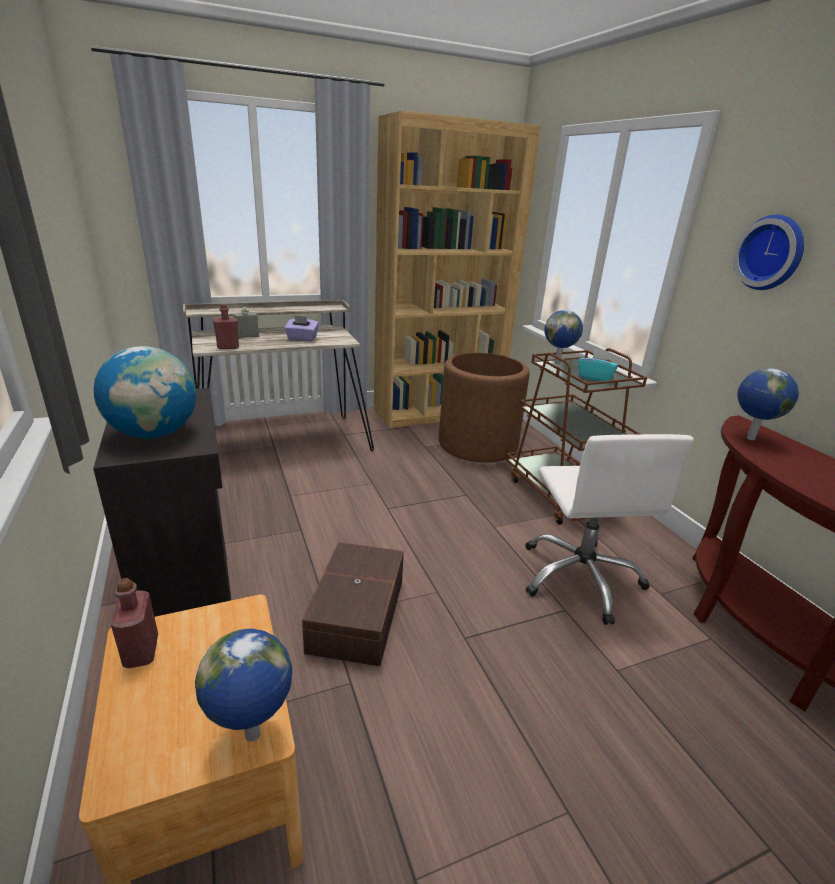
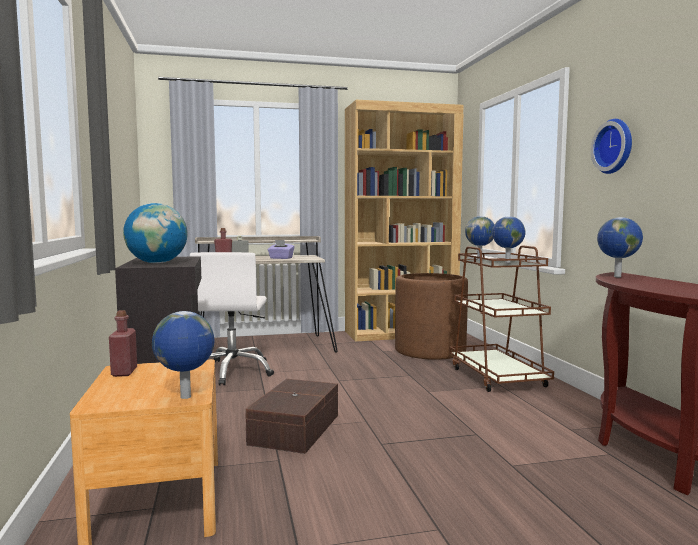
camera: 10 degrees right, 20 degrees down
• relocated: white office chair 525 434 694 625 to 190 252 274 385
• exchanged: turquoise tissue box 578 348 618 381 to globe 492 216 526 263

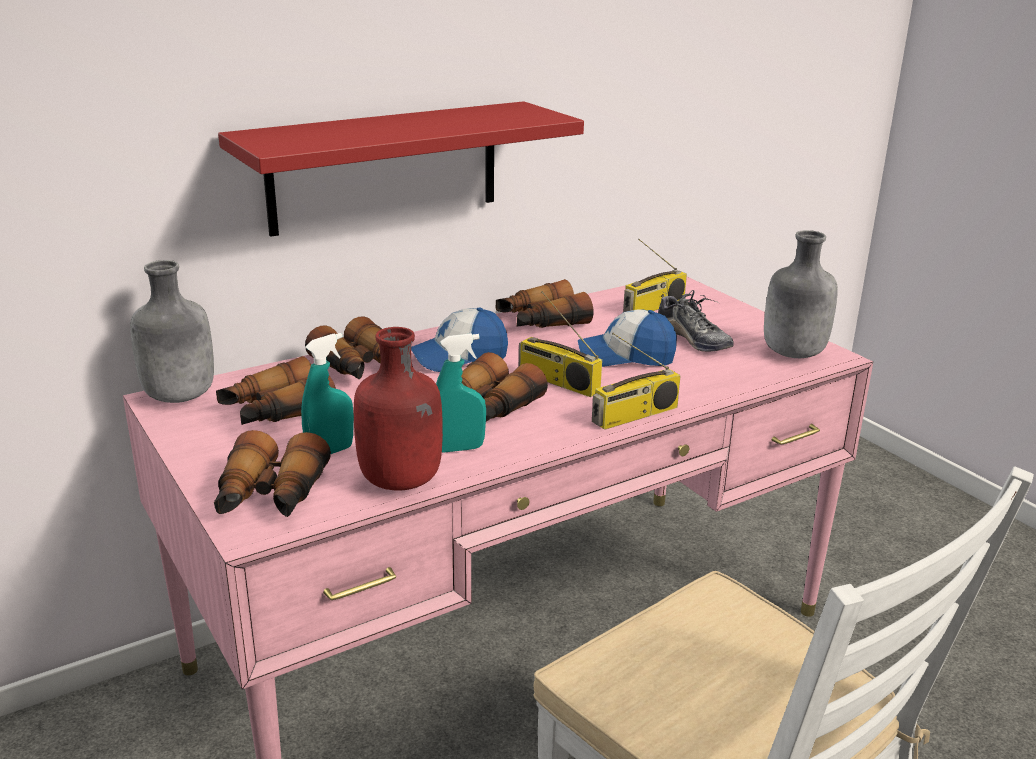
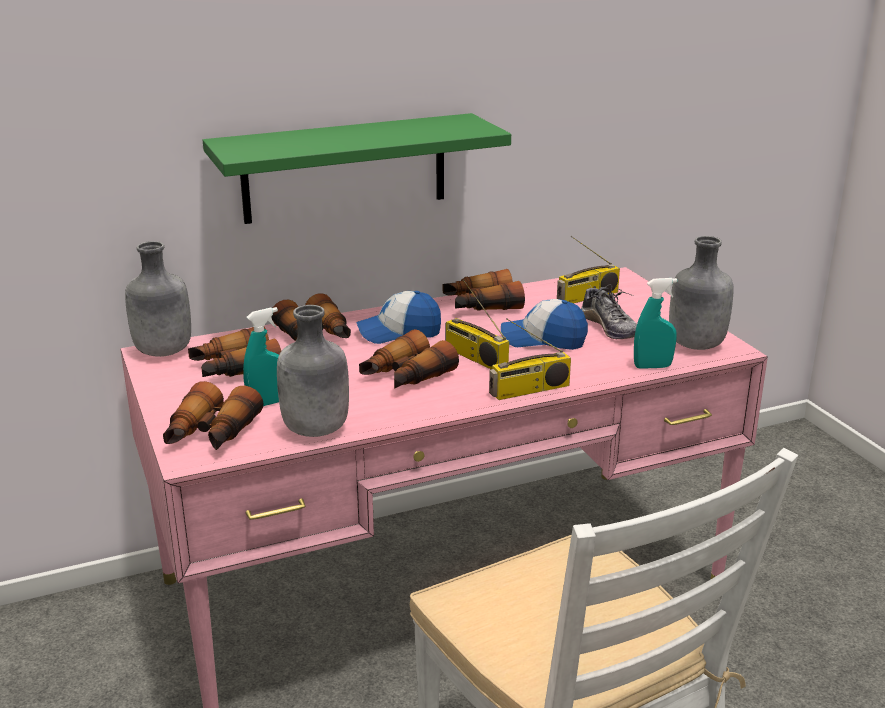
camera: 10 degrees right, 0 degrees up
• relocated: turquoise spray bottle 436 333 486 453 to 634 278 677 369
• colour: red shelf 218 101 584 237 to green shelf 203 113 511 224
• colour: red bottle 354 327 443 491 to grey bottle 277 305 349 437

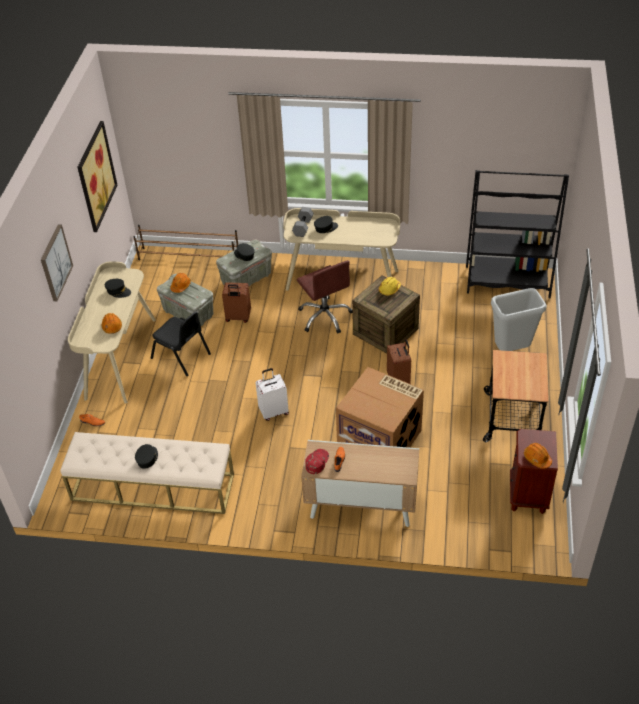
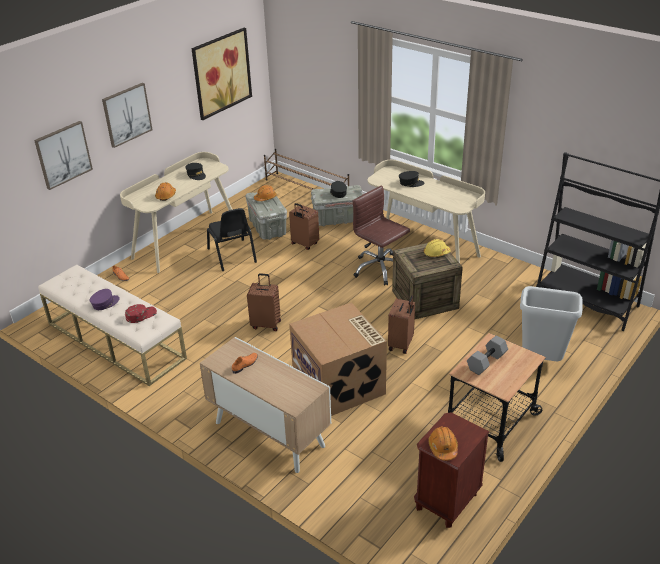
camera: 30 degrees right, 10 degrees down
• appeared: picture 34 121 93 190
• relocated: grey dumbbell 292 207 314 237 to 467 336 508 375
• relocated: red cap 305 449 329 474 to 125 304 157 323
• colour: black cap 135 444 158 469 to purple cap 90 289 120 310
• colour: white suitcase 255 368 289 421 to brown suitcase 247 273 281 331
• spun: brown office chair 297 260 353 334 = 352 185 410 286 135 degrees clockwise

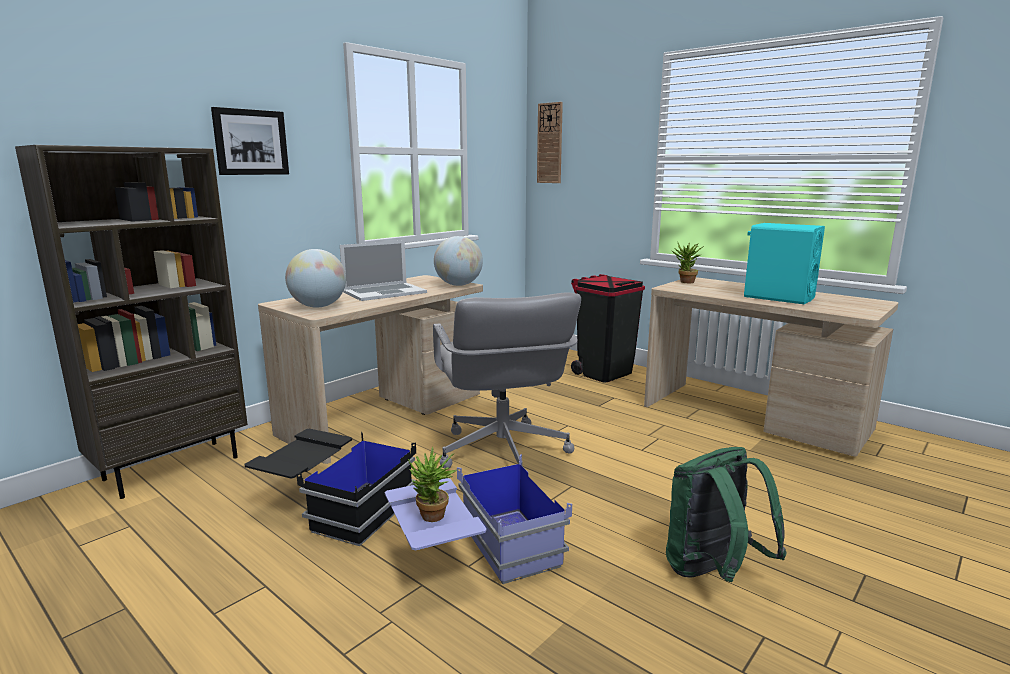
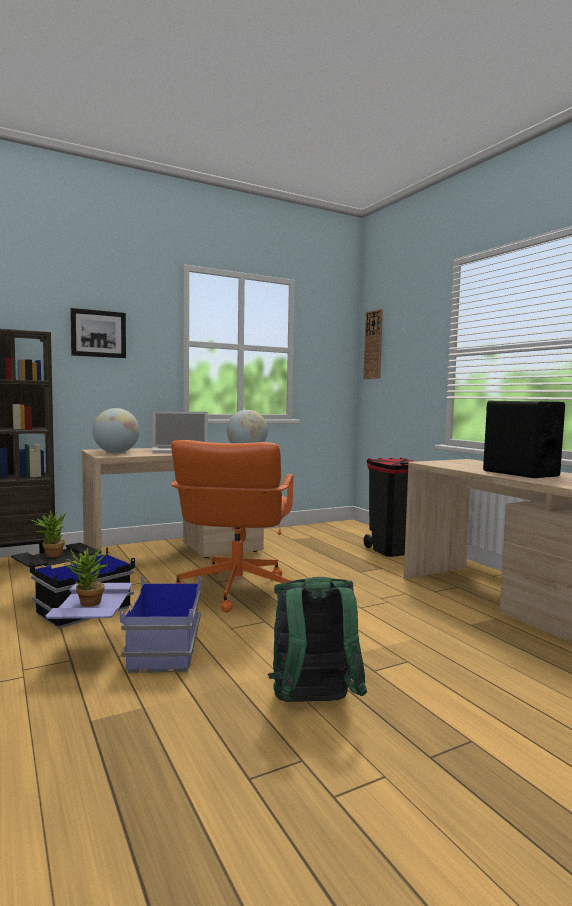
camera: 20 degrees right, 10 degrees down
• relocated: potted plant 672 242 704 283 to 31 510 66 557
• colour: grey office chair 433 293 581 469 to orange office chair 171 440 293 612
• colour: turquoise speaker 744 223 825 304 to black speaker 483 401 565 478

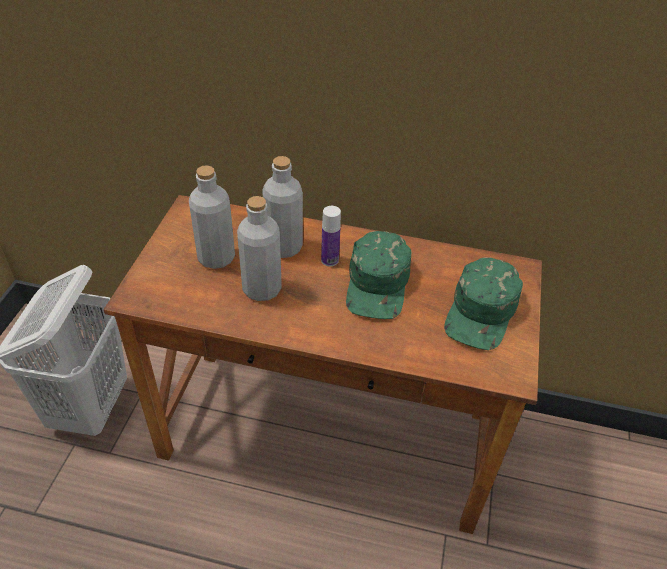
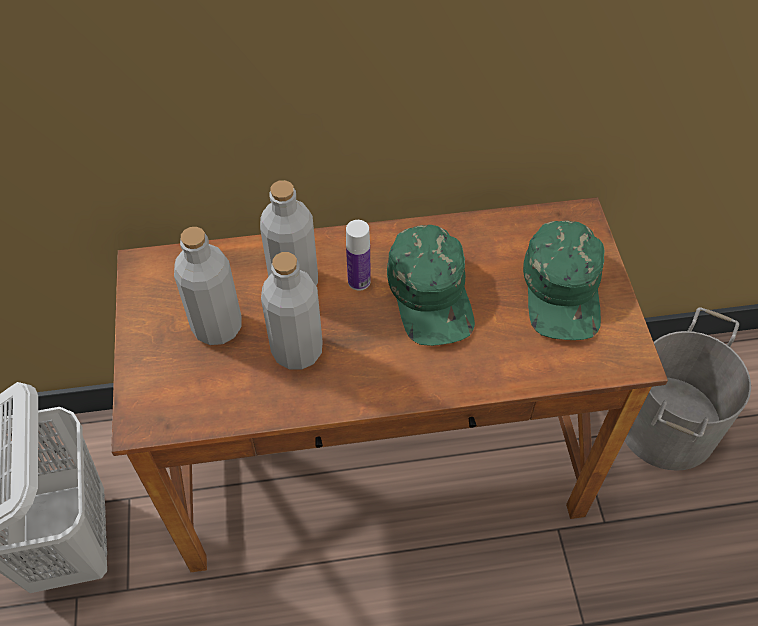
camera: 20 degrees left, 10 degrees up
• appeared: grey bucket 625 307 751 471

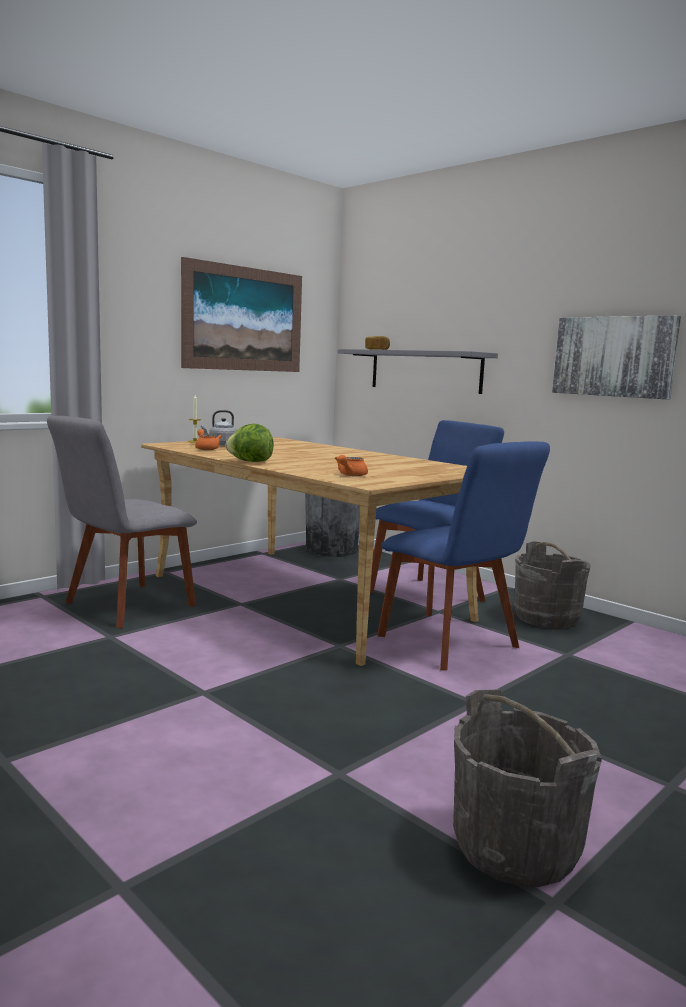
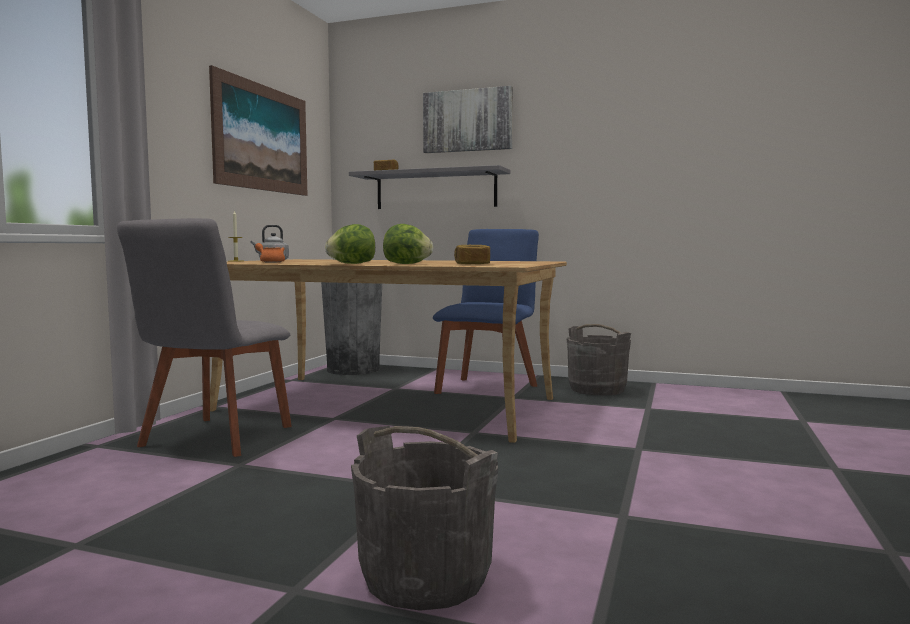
camera: 25 degrees left, 5 degrees down
• missing: blue chair 377 441 550 671
• appeared: lettuce 383 224 433 264
• relocated: grey bucket 453 689 602 887 to 351 426 498 611
• relocated: picture 552 315 681 399 to 423 86 513 153
• exchanged: orange teapot 335 455 368 476 to bread 454 245 490 264

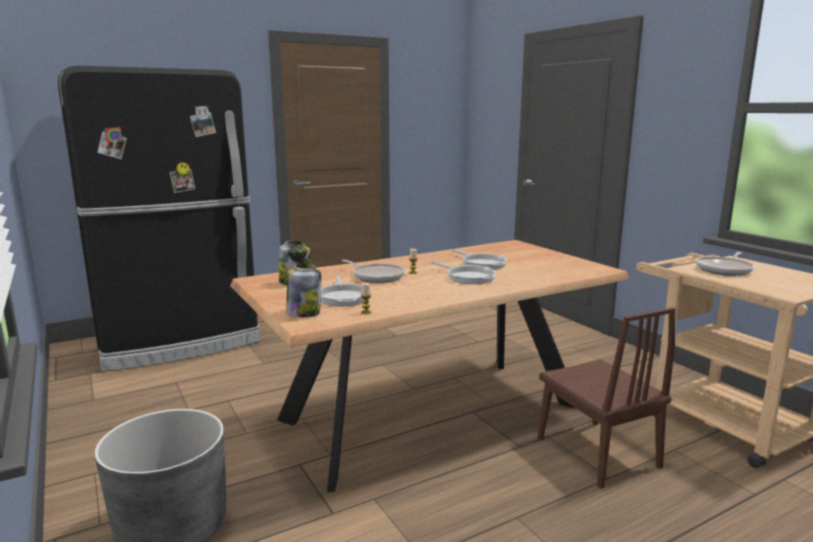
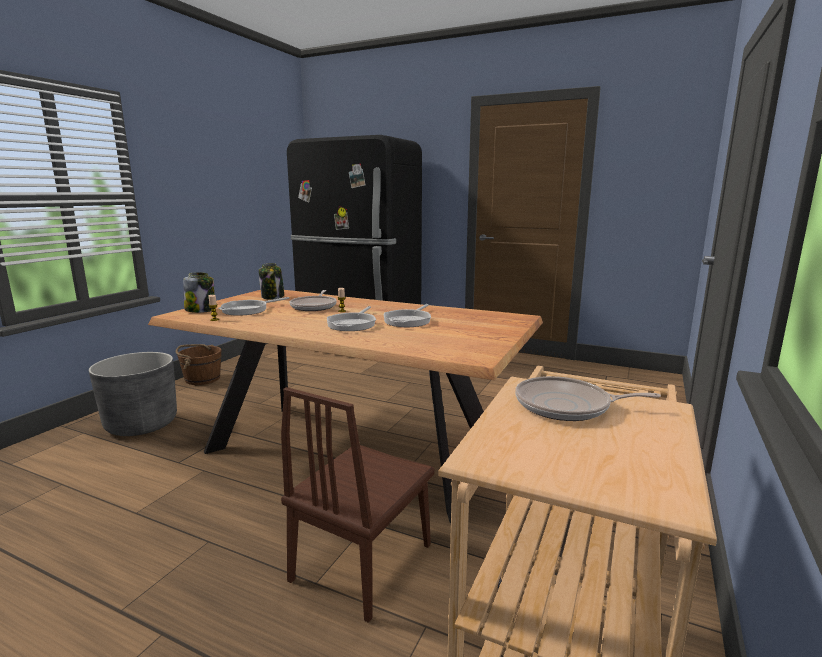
camera: 55 degrees right, 0 degrees up
• appeared: brown bucket 176 344 222 385

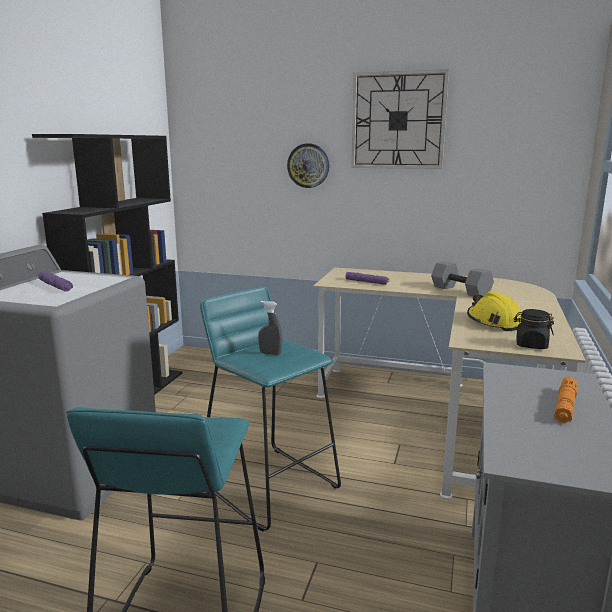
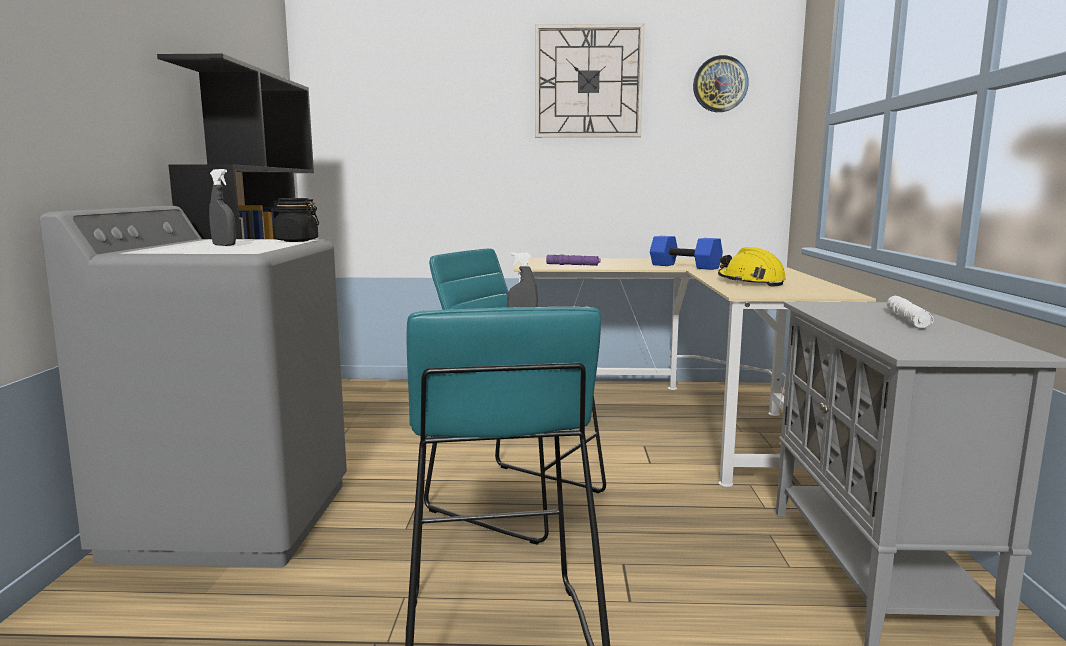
camera: 15 degrees left, 5 degrees down
• relocated: wall clock 287 144 329 188 to 693 55 749 112
• relocated: black jar 514 309 554 349 to 269 198 319 242
• exchanged: purple flashlight 38 271 73 292 to grey spray bottle 209 169 236 246
• colour: grey dumbbell 431 261 494 297 to blue dumbbell 650 236 723 270
• colour: orange flashlight 554 377 577 423 to white flashlight 887 296 934 328

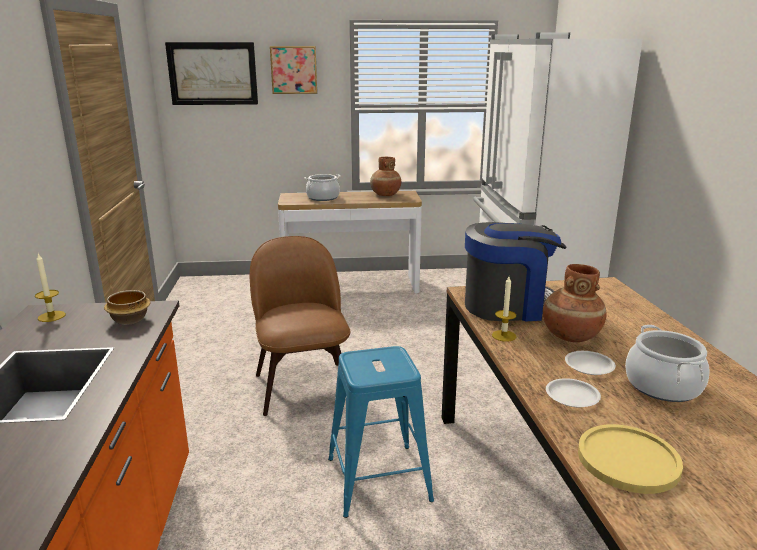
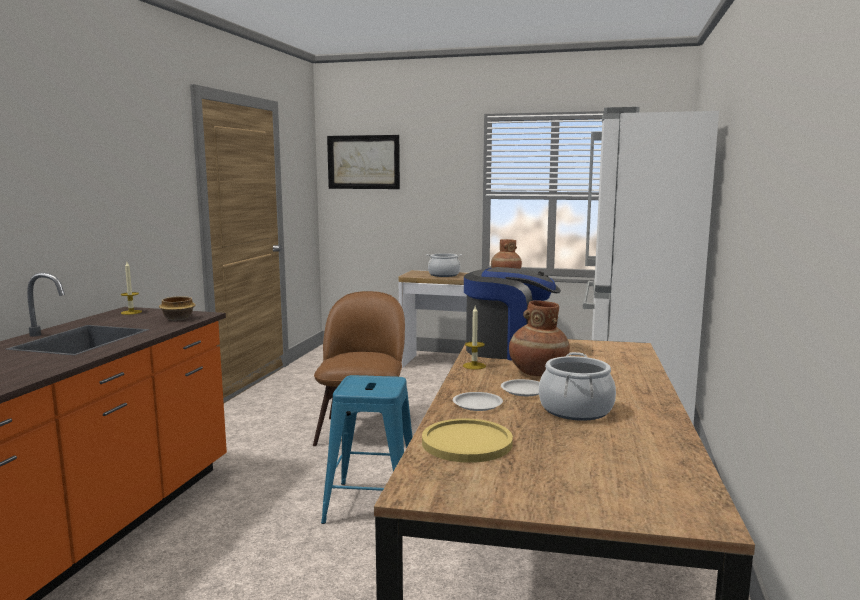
camera: 20 degrees right, 10 degrees down
• missing: picture 270 46 317 94

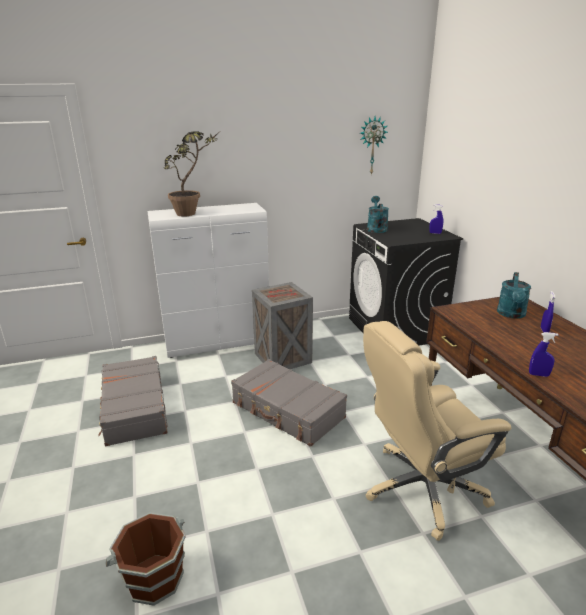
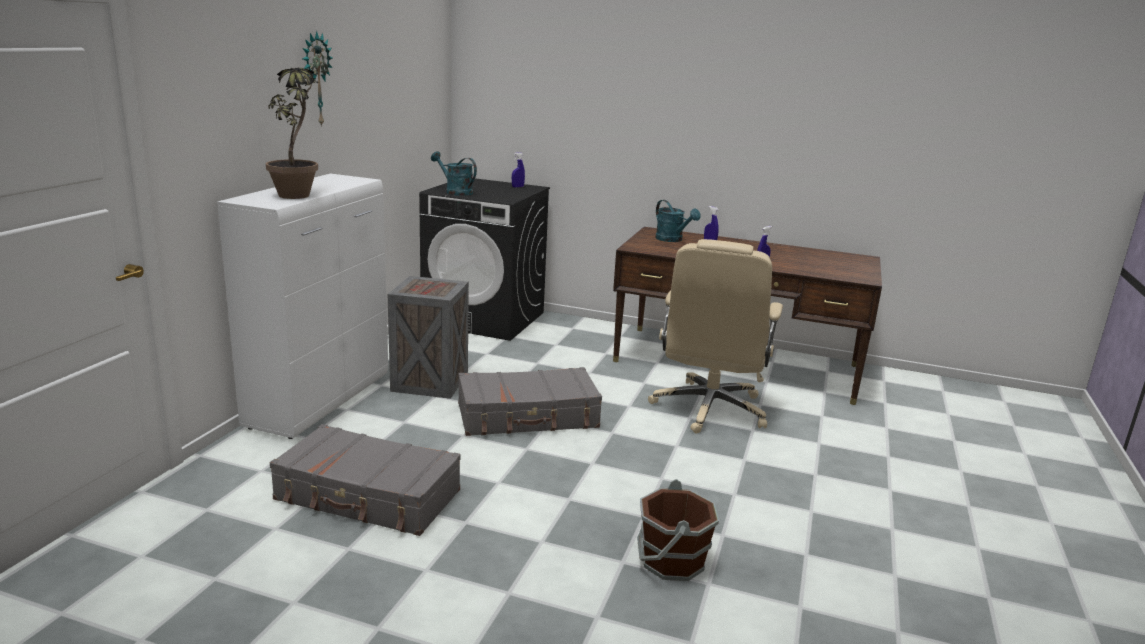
camera: 55 degrees left, 5 degrees down
• relocated: wall clock 360 116 388 175 to 302 31 333 127

